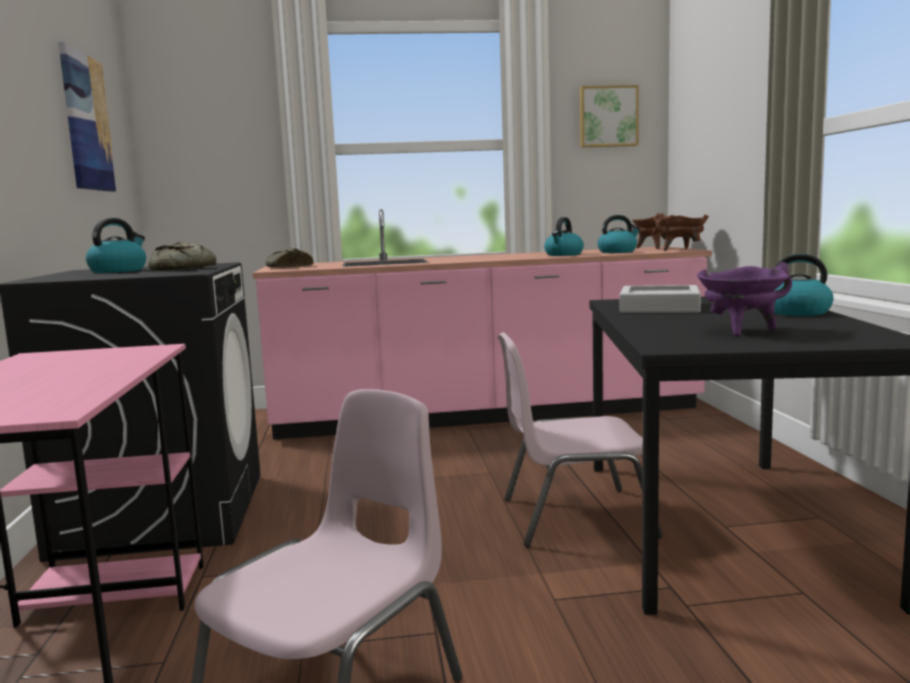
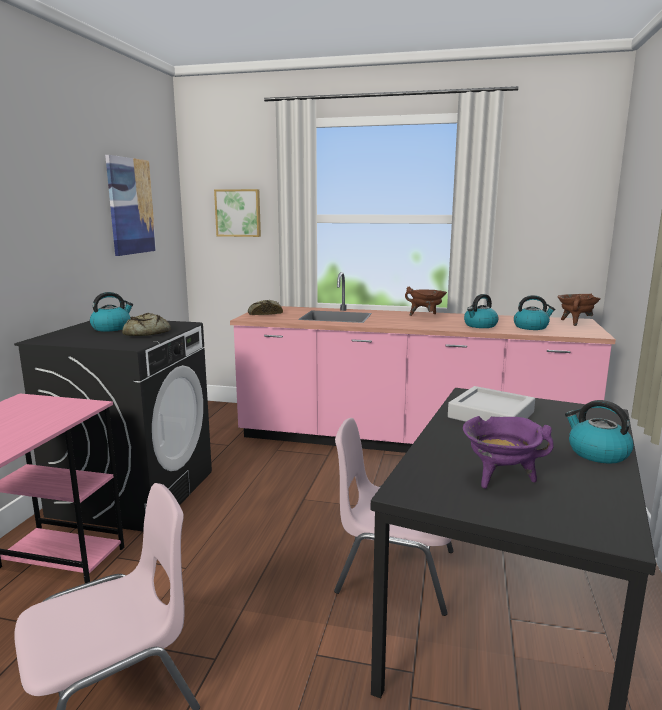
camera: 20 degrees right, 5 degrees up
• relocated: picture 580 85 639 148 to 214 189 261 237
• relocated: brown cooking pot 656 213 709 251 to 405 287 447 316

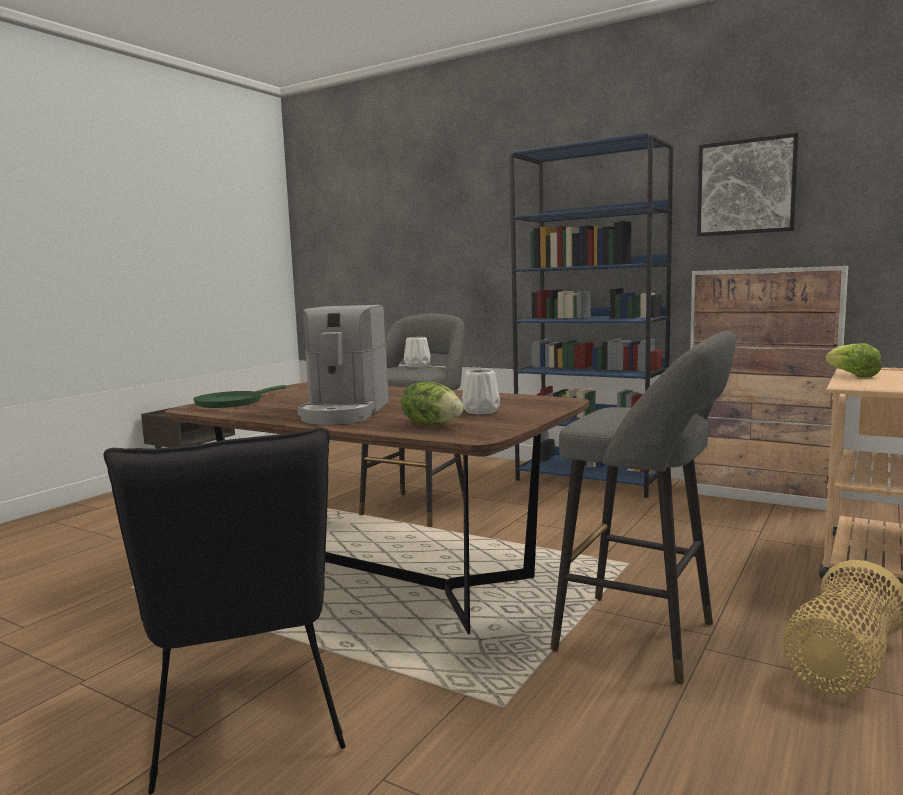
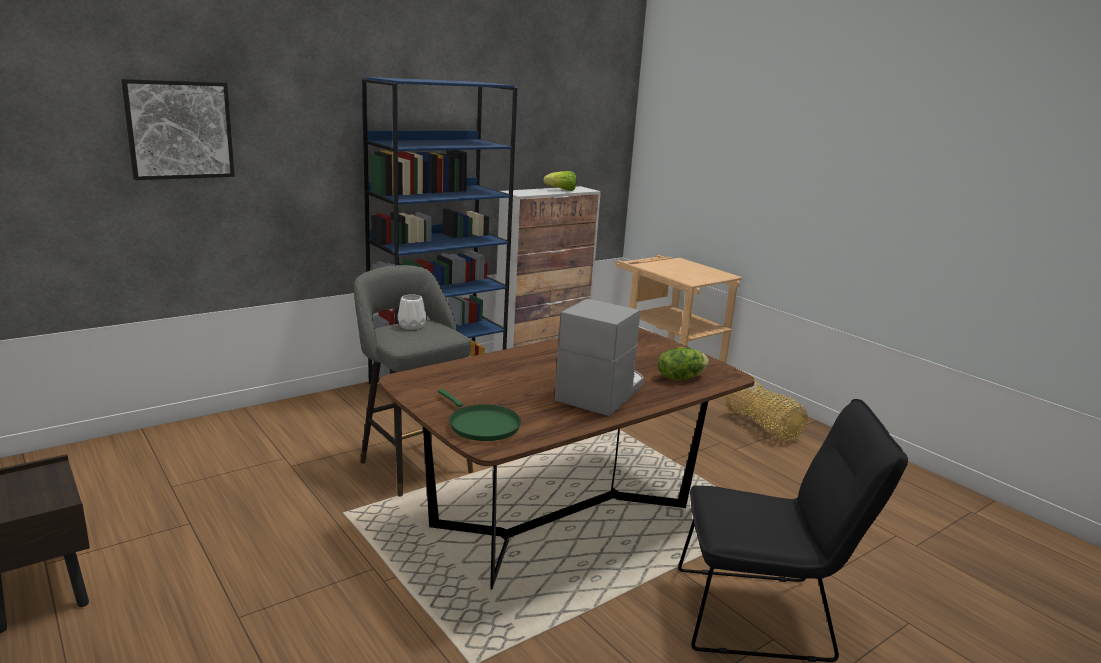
camera: 70 degrees left, 10 degrees up
• missing: white vase 462 369 500 414
• missing: grey stool 550 331 736 684
• relocated: picture 697 133 799 236 to 121 79 235 180
• relocated: lettuce 825 343 881 378 to 543 171 577 191
• spun: coffee machine 297 305 388 425 = 555 299 644 416 90 degrees counterclockwise

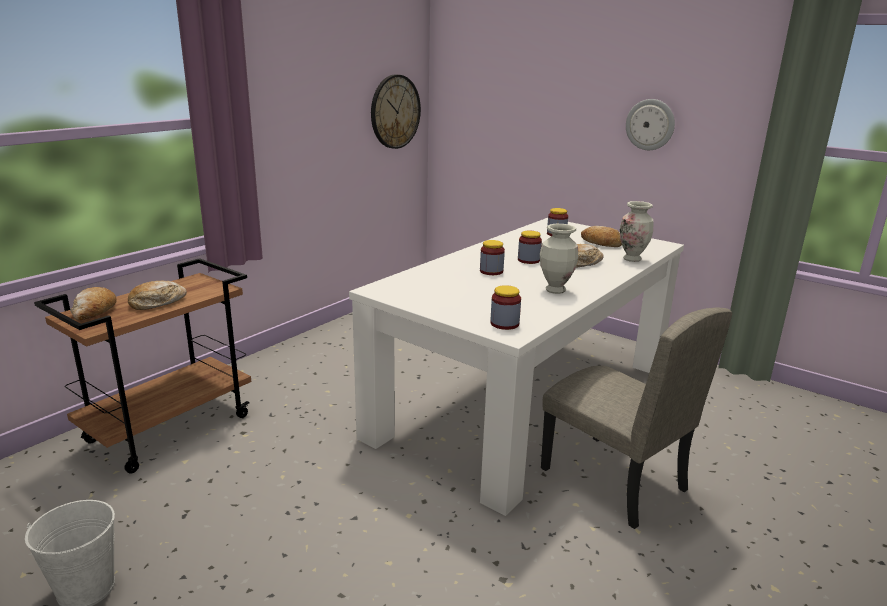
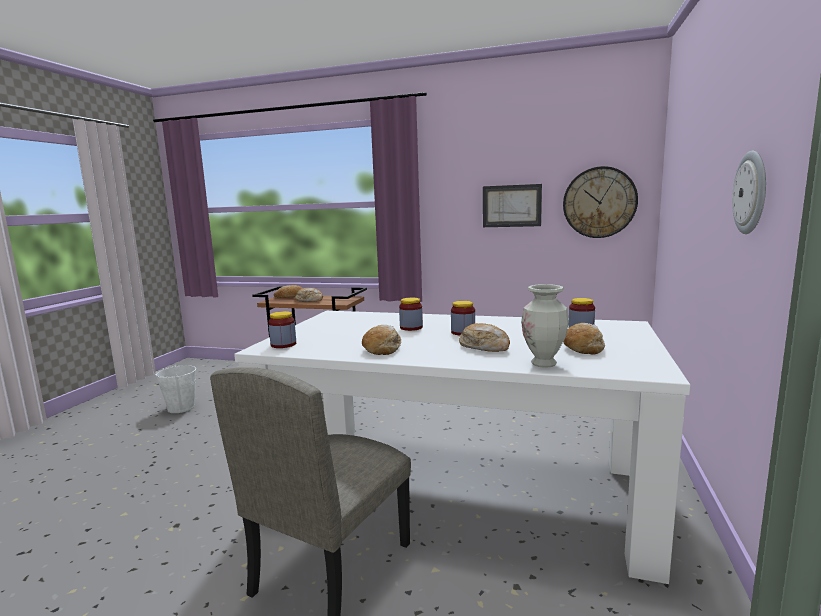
camera: 70 degrees right, 10 degrees down
• appeared: picture 483 184 542 227
• exchanged: vase 540 224 579 294 to bread 362 325 401 355

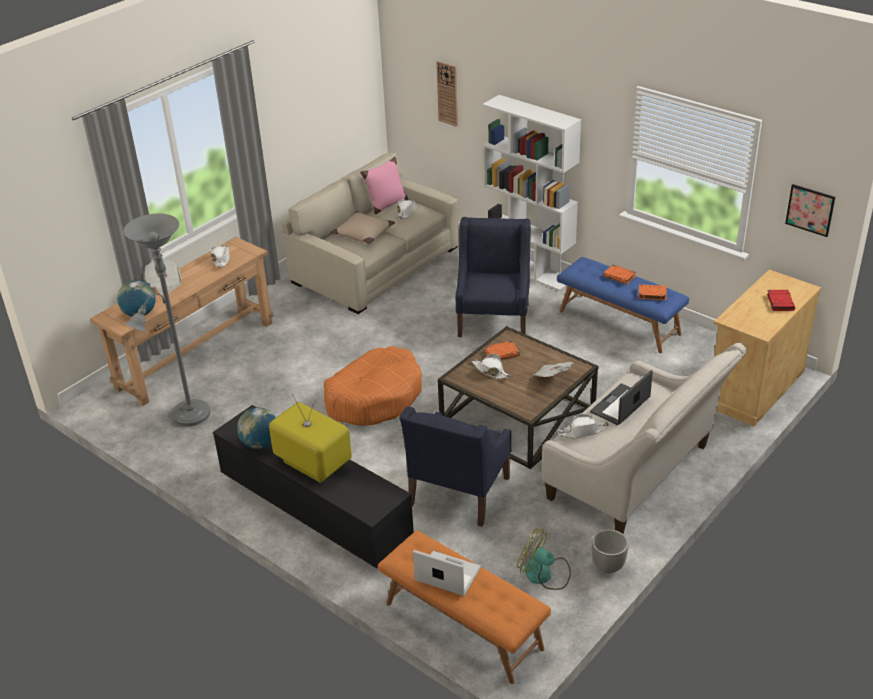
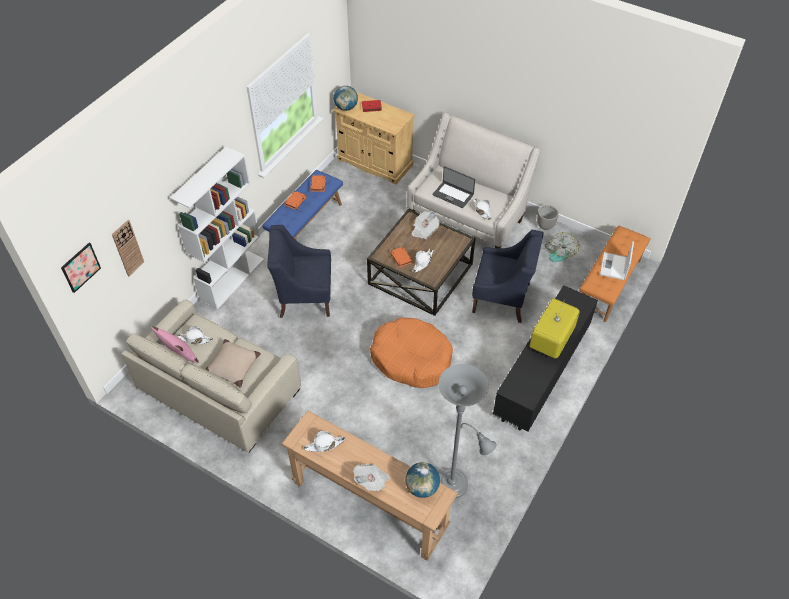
camera: 100 degrees left, 15 degrees up
• relocated: globe 237 408 276 449 to 334 86 358 111
• relocated: picture 785 184 835 237 to 61 243 101 293

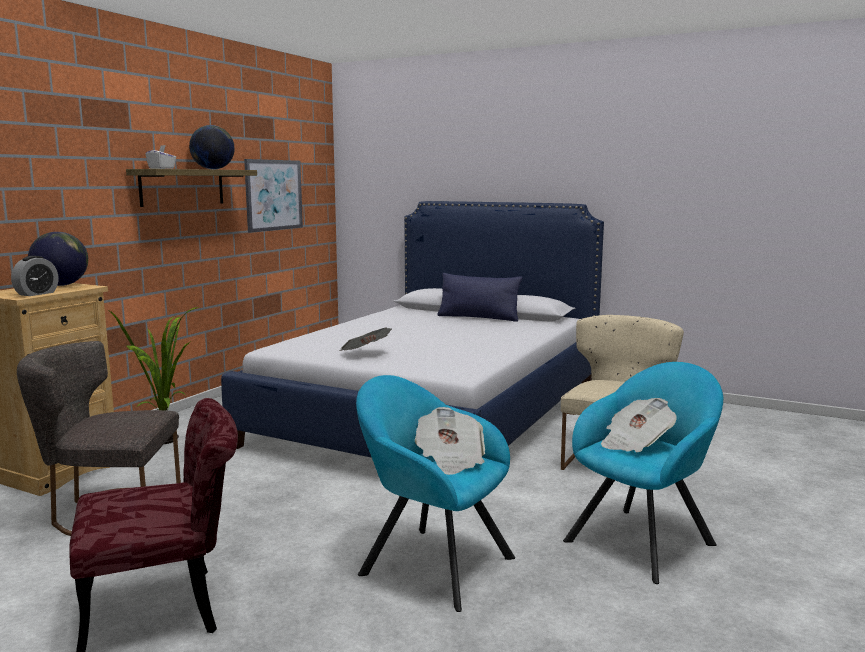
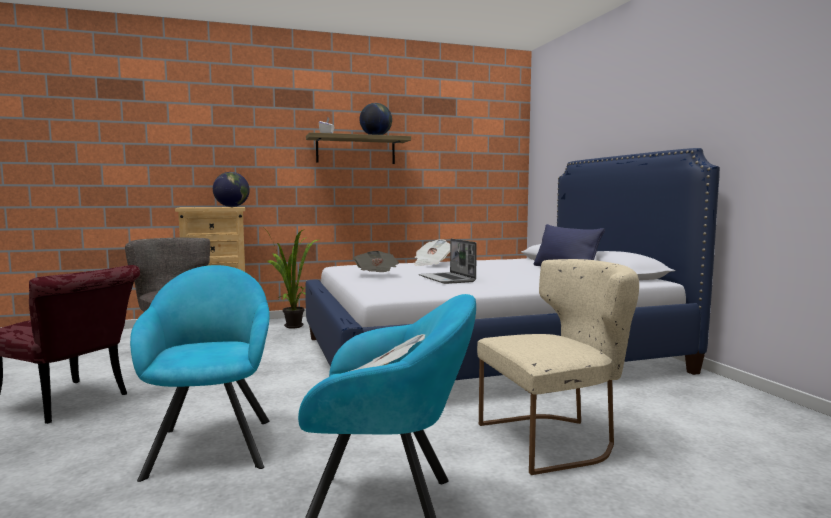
camera: 45 degrees right, 5 degrees down
• missing: alarm clock 11 256 58 296
• missing: picture 244 159 303 233
• appeared: laptop 419 239 477 284
• relocated: newspaper 415 407 485 475 to 414 239 450 266

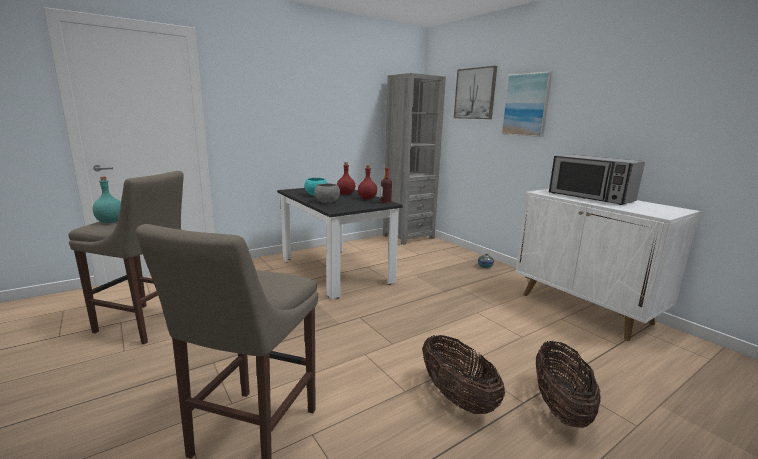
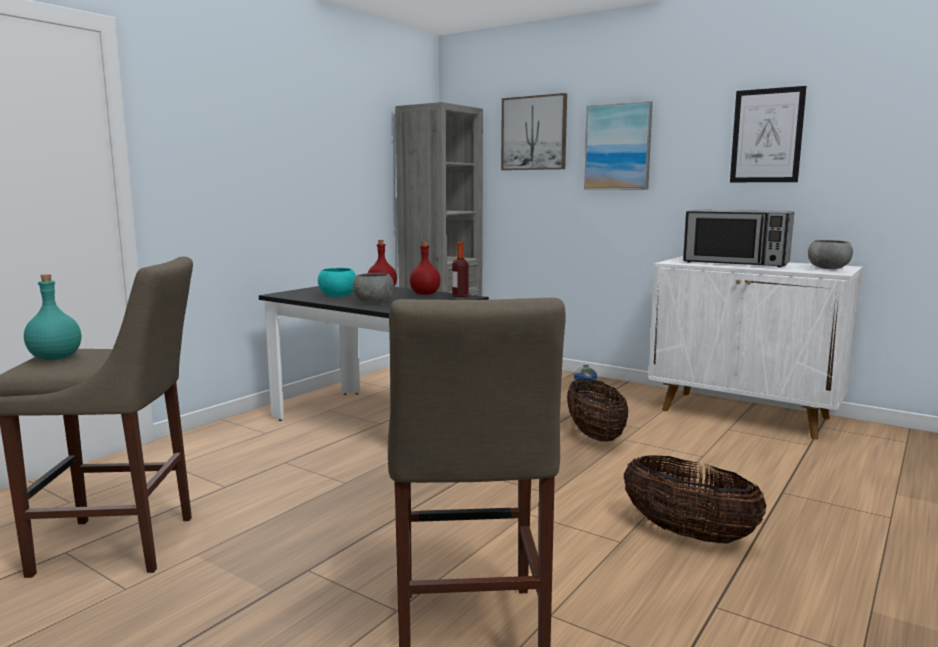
camera: 20 degrees left, 5 degrees down
• appeared: picture 730 86 806 182
• appeared: grey bowl 808 240 853 269
• relocated: basket 536 341 601 428 to 567 379 628 442

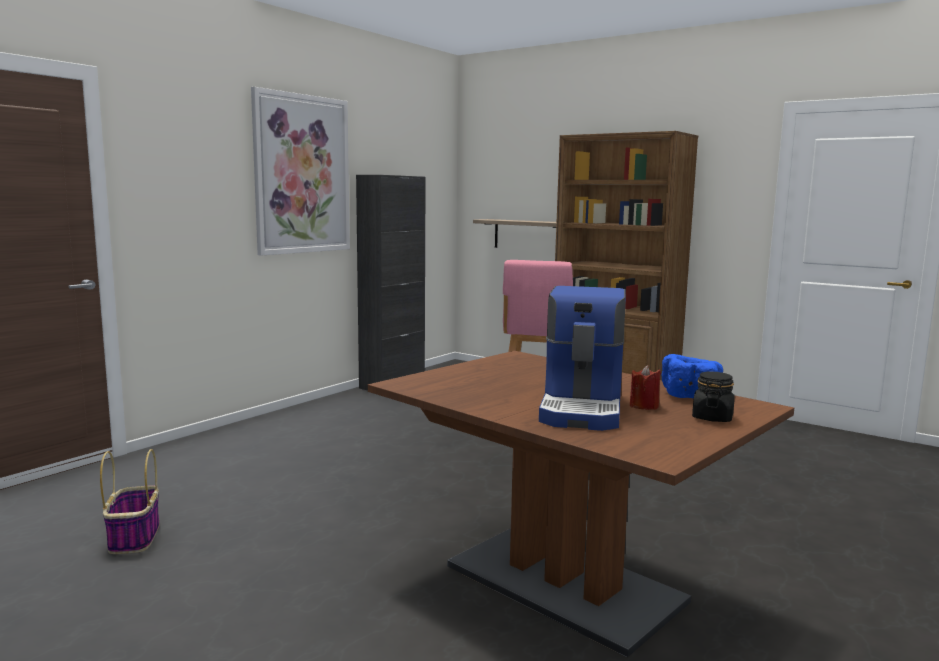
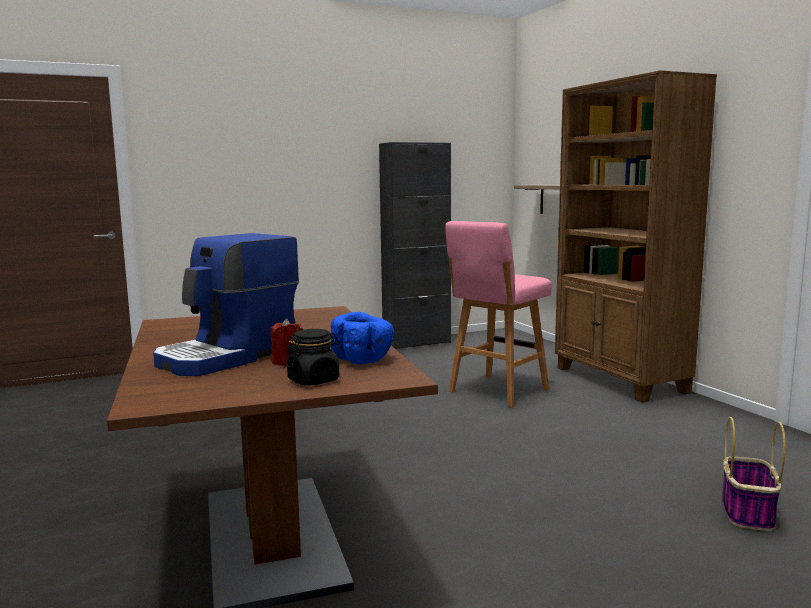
camera: 30 degrees right, 0 degrees up
• missing: picture 251 87 350 256
• relocated: basket 100 449 160 554 to 722 417 786 531

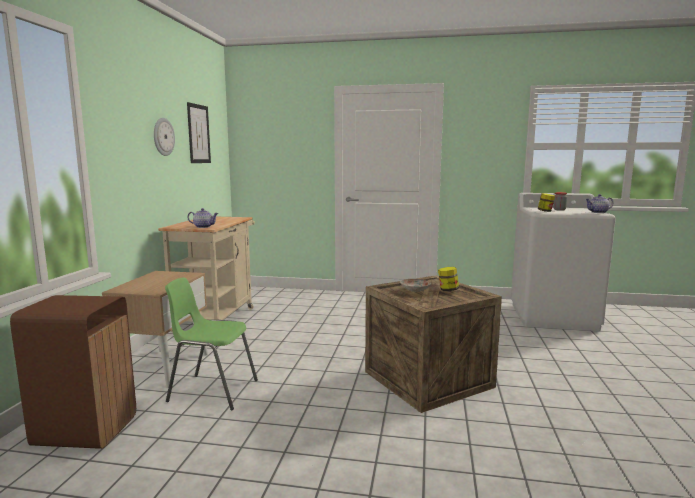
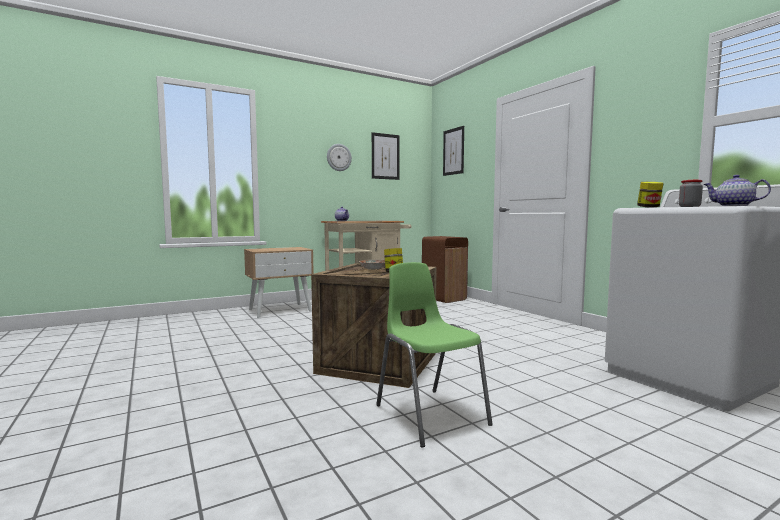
camera: 50 degrees right, 5 degrees down
• appeared: picture 443 126 464 176
• relocated: brown trash can 10 295 136 449 to 422 236 468 303
• relocated: green chair 165 277 258 410 to 376 262 493 448

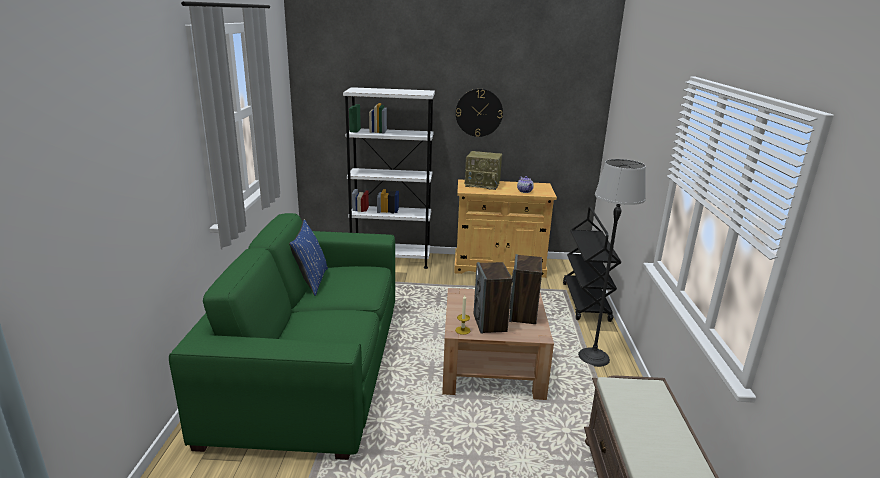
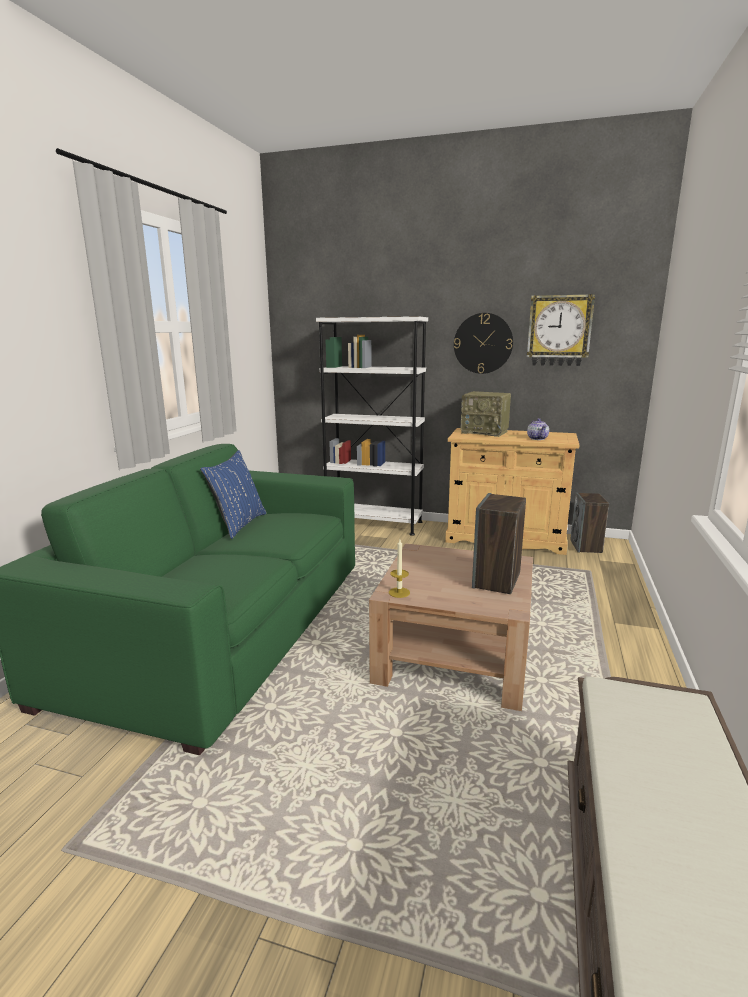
camera: 15 degrees right, 5 degrees down
• missing: black cart 563 207 622 322
• missing: floor lamp 578 159 646 367
• appeared: wall clock 527 294 595 366
• relocated: speaker 474 262 512 334 to 570 492 609 553

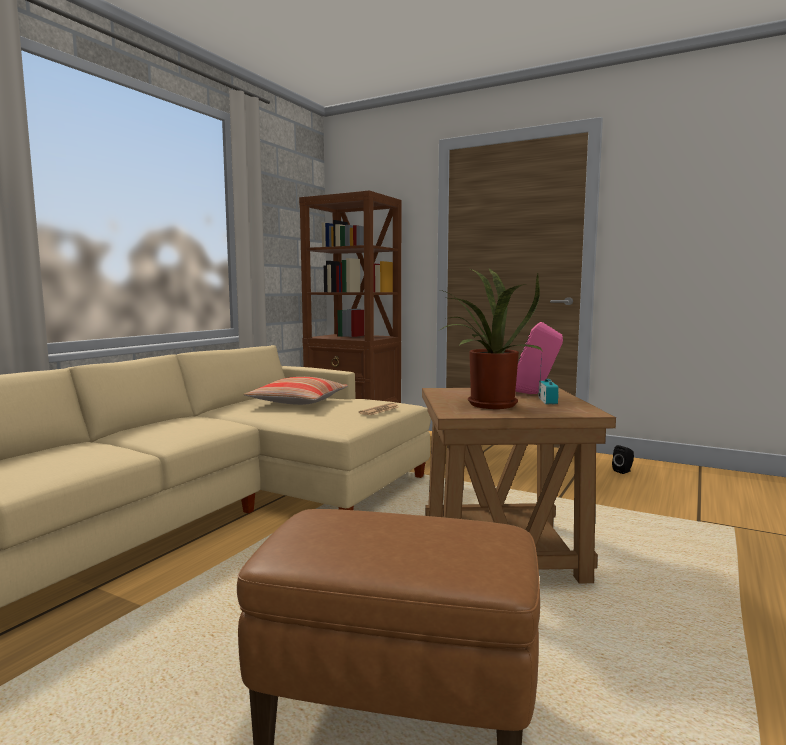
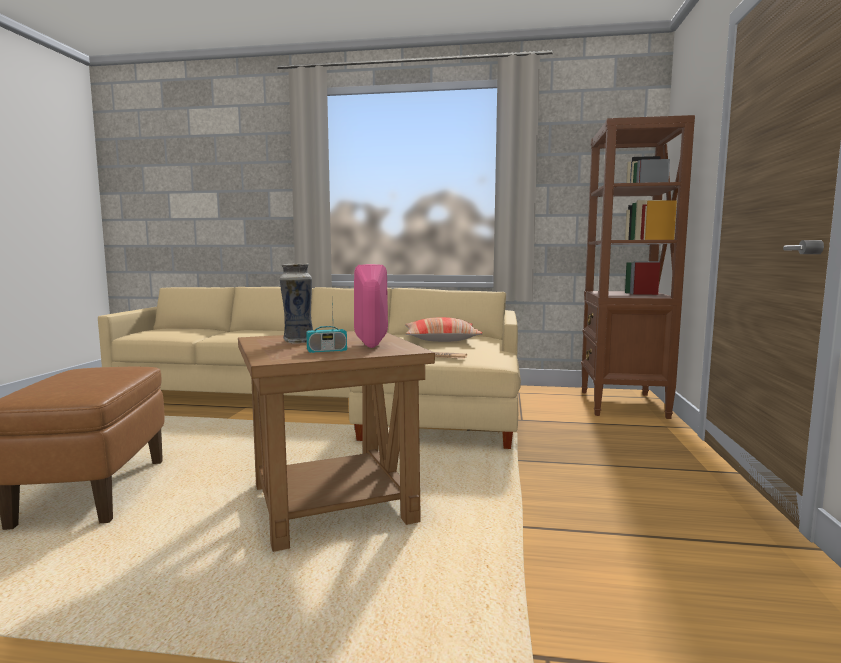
camera: 70 degrees right, 0 degrees up
• missing: black speaker 612 445 634 474
• exchanged: potted plant 440 267 543 409 to vase 280 263 313 344

